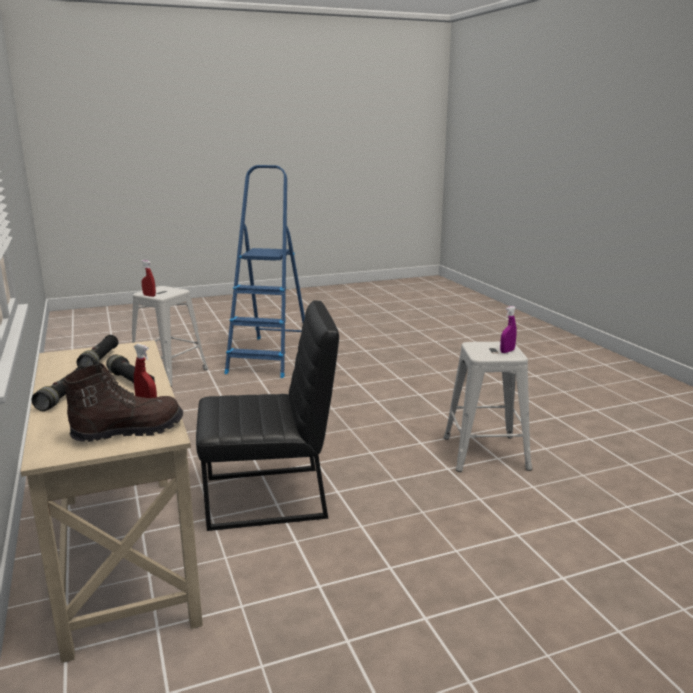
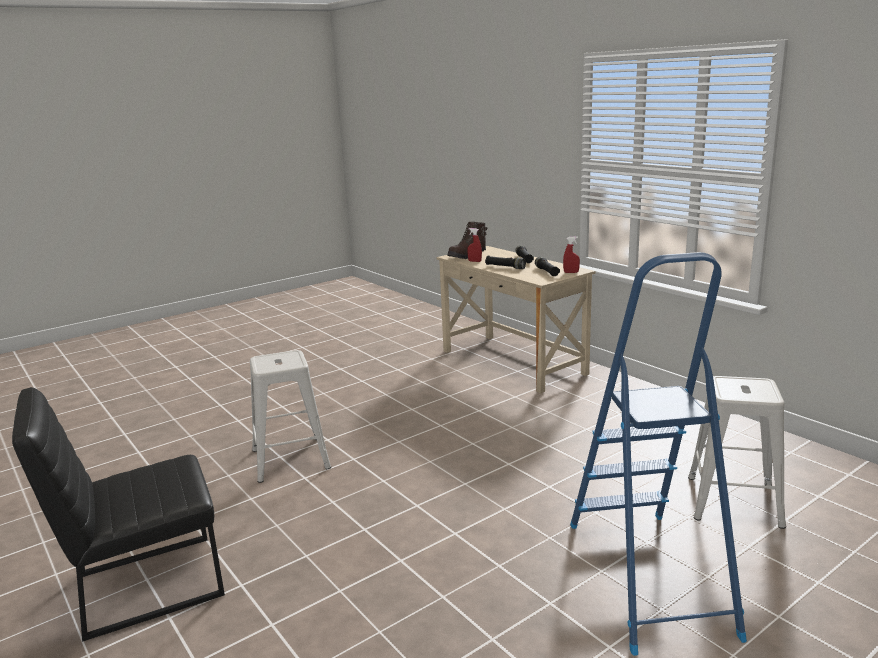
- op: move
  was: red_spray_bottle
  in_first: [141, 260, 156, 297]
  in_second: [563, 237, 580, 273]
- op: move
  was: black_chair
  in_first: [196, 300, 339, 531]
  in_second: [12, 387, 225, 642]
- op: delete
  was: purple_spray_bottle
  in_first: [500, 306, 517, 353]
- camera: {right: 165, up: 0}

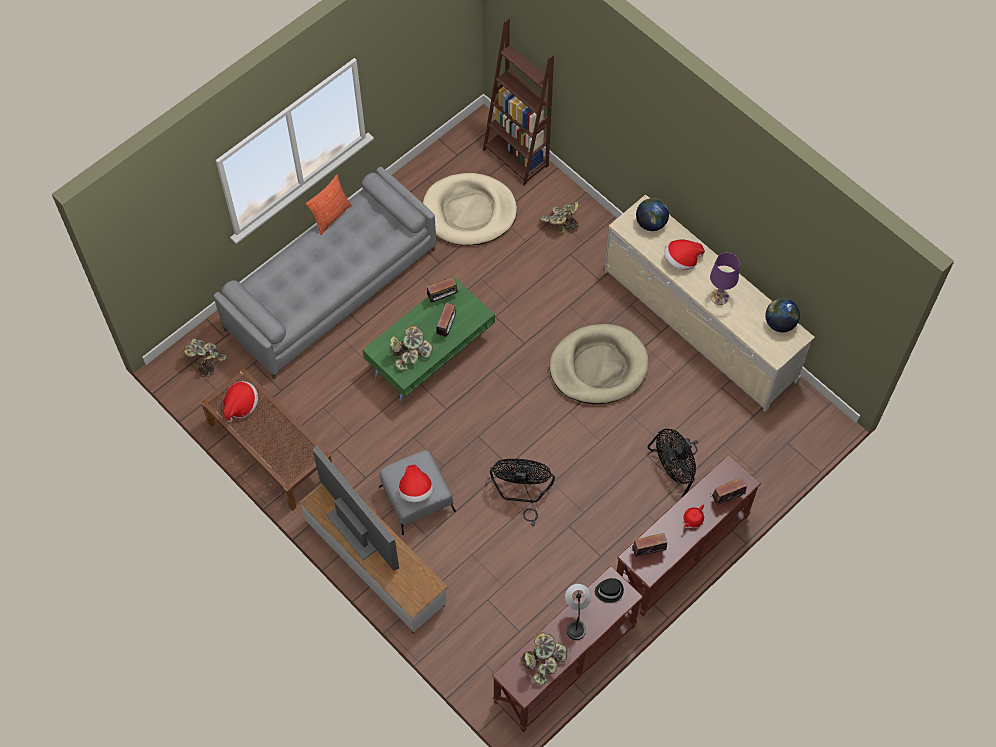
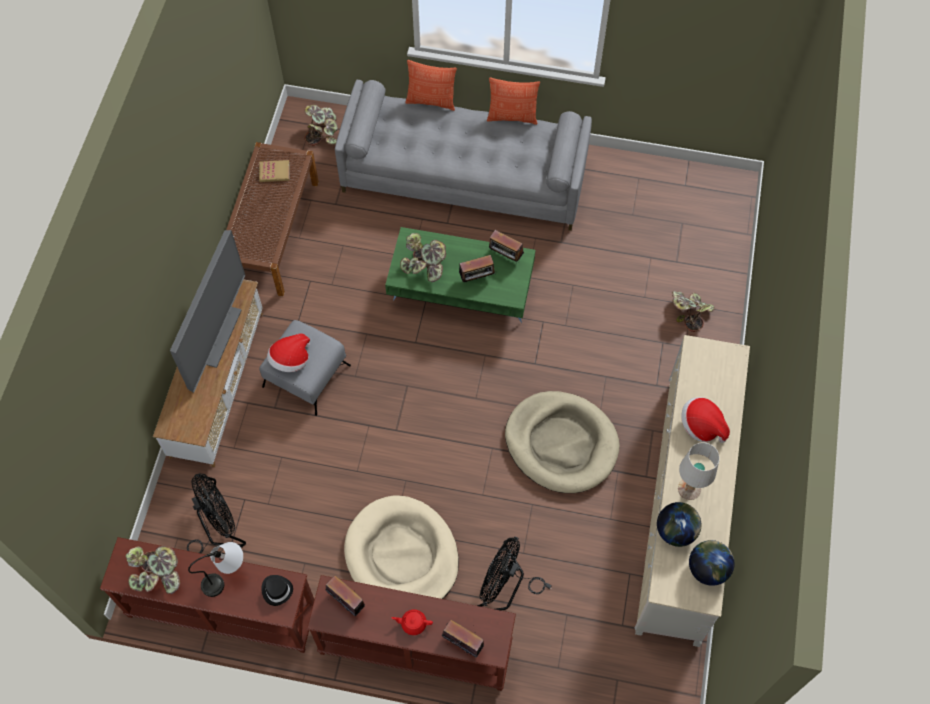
- op: replace
  was: hat
  now: book
  in_first: [224, 381, 258, 422]
  in_second: [259, 160, 289, 182]
- op: move
  was: beige_dog_bed
  in_first: [423, 173, 517, 245]
  in_second: [344, 495, 459, 599]
- op: delete
  was: brown_bookcase
  in_first: [483, 18, 554, 186]
- op: move
  was: black_fan
  in_first: [490, 459, 555, 526]
  in_second: [187, 473, 246, 553]
- op: move
  was: globe
  in_first: [636, 198, 669, 231]
  in_second: [657, 502, 701, 547]
- op: recolor
  was: purple_table_lamp
  now: white_table_lamp
  in_first: [710, 253, 740, 305]
  in_second: [678, 442, 720, 500]
- op: insert
  now: orange_pillow
  in_second: [405, 60, 457, 111]
- camera: {right: 55, up: 0}

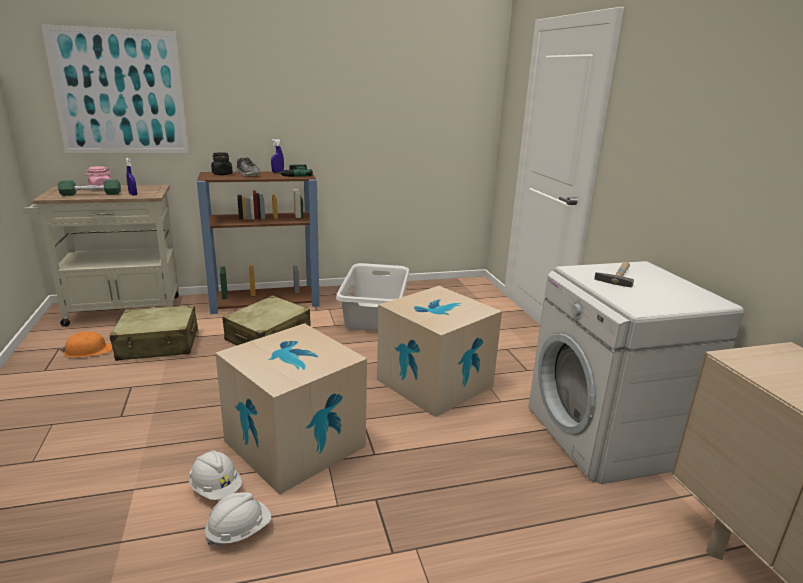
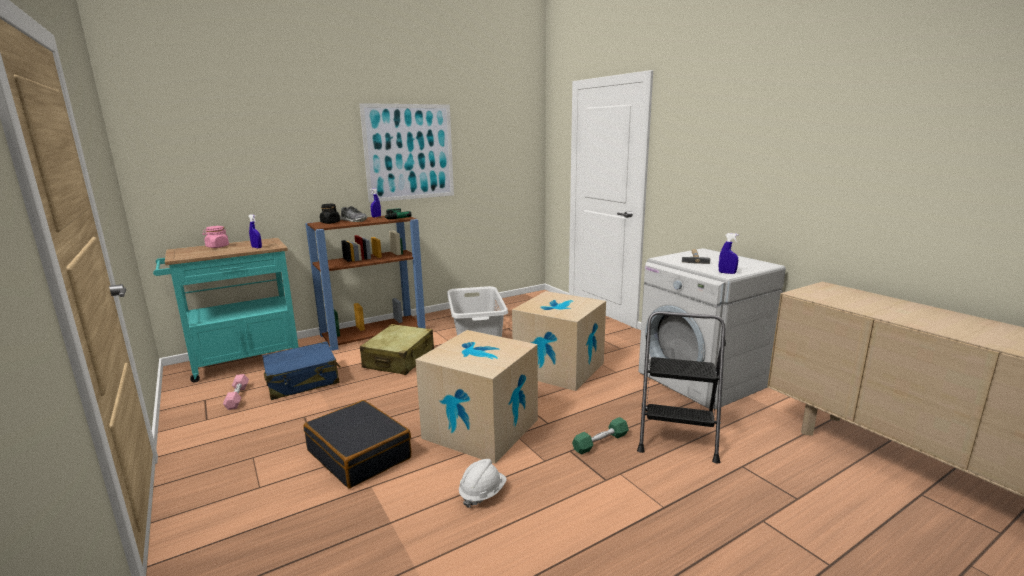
- op: recolor
  was: beige_cart
  now: turquoise_cart
  in_first: [23, 185, 179, 327]
  in_second: [153, 238, 299, 383]
- op: move
  was: picture
  in_first: [41, 24, 189, 153]
  in_second: [359, 103, 454, 202]
- op: move
  was: green_dumbbell
  in_first: [58, 179, 121, 196]
  in_second: [572, 417, 629, 454]
- op: replace
  was: orange_hard_hat
  now: pink_dumbbell
  in_first: [60, 331, 113, 358]
  in_second: [223, 374, 249, 410]
- op: recolor
  was: beige_suitcase
  now: blue_suitcase
  in_first: [110, 305, 199, 361]
  in_second: [262, 341, 341, 400]
- op: delete
  was: white_hard_hat
  in_first: [189, 450, 242, 500]
- op: insert
  now: black_suitcase
  in_second: [304, 400, 411, 488]
- op: insert
  now: black_step_ladder
  in_second: [637, 311, 726, 463]
- op: insert
  now: blue_spray_bottle
  in_second: [719, 233, 739, 274]
- camera: {right: -15, up: -5}

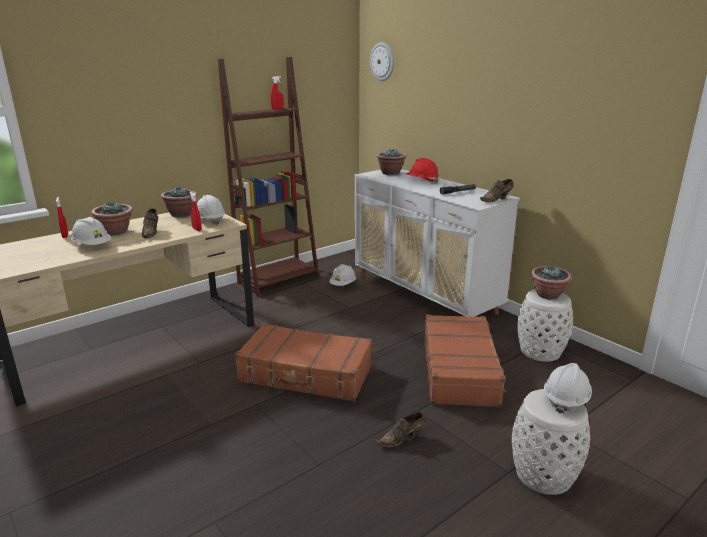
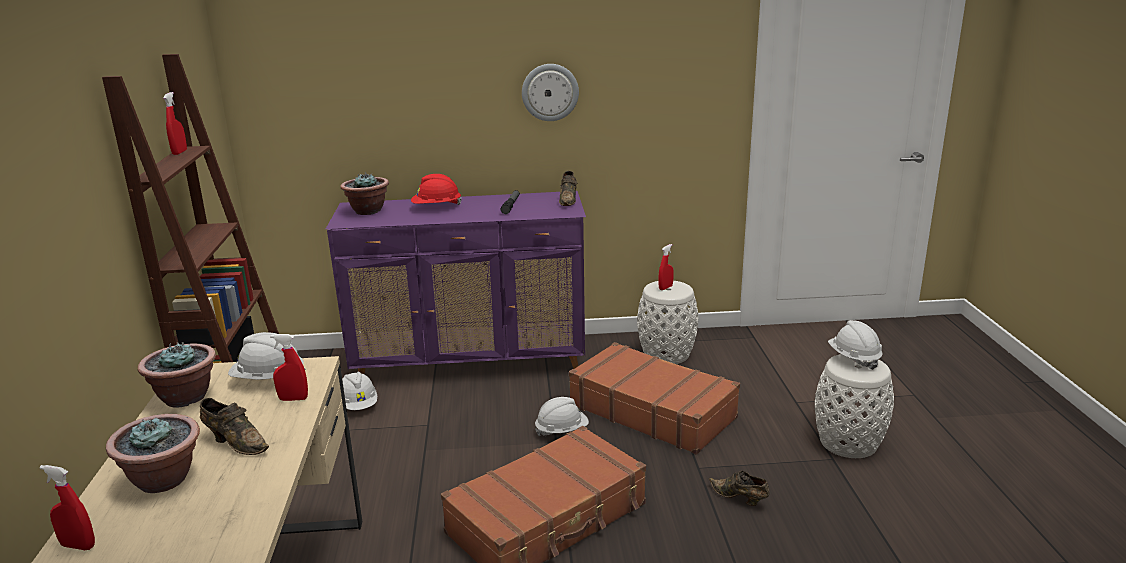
- op: move
  was: white_hard_hat
  in_first: [71, 217, 111, 245]
  in_second: [535, 397, 589, 436]
- op: recolor
  was: white_cabinet
  now: purple_cabinet
  in_first: [355, 169, 520, 317]
  in_second: [326, 191, 586, 374]
- op: move
  was: wall_clock
  in_first: [370, 42, 394, 81]
  in_second: [522, 64, 579, 121]
- op: rotate
  was: brown_shoe
  in_first: [376, 412, 425, 447]
  in_second: [709, 471, 770, 506]
  clockwise: 120
- op: replace
  was: potted_plant
  now: red_spray_bottle
  in_first: [531, 266, 572, 300]
  in_second: [659, 244, 674, 290]
- camera: {right: -55, up: 0}

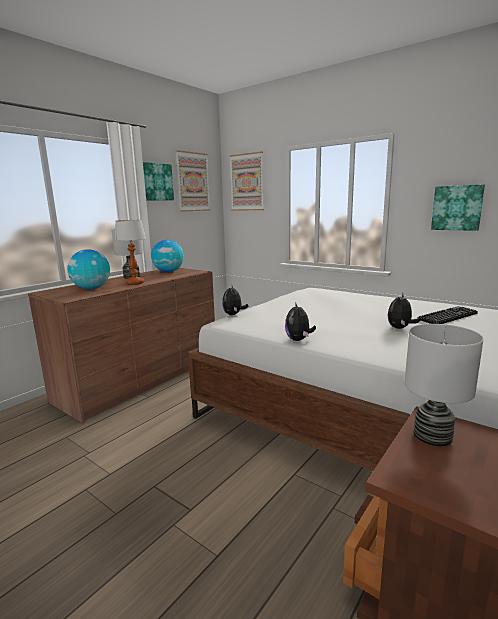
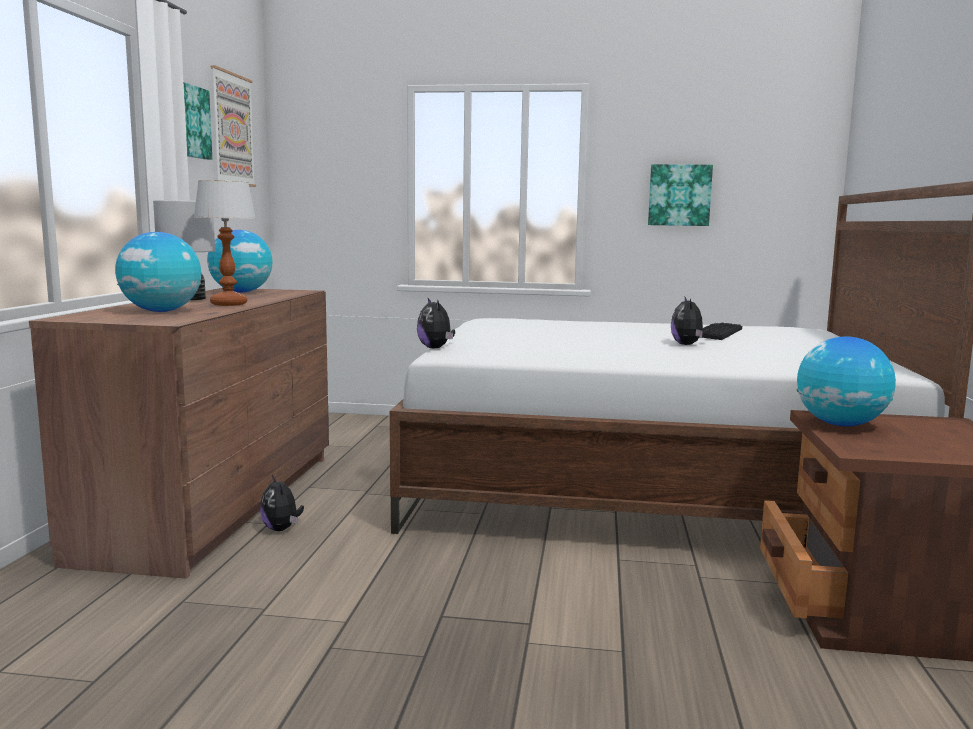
- op: delete
  was: picture
  in_first: [229, 151, 264, 211]
- op: move
  was: plush_toy
  in_first: [285, 302, 316, 341]
  in_second: [260, 475, 304, 531]
- op: replace
  was: grey_table_lamp
  now: globe
  in_first: [405, 324, 484, 446]
  in_second: [797, 336, 896, 426]
- camera: {right: -30, up: -5}

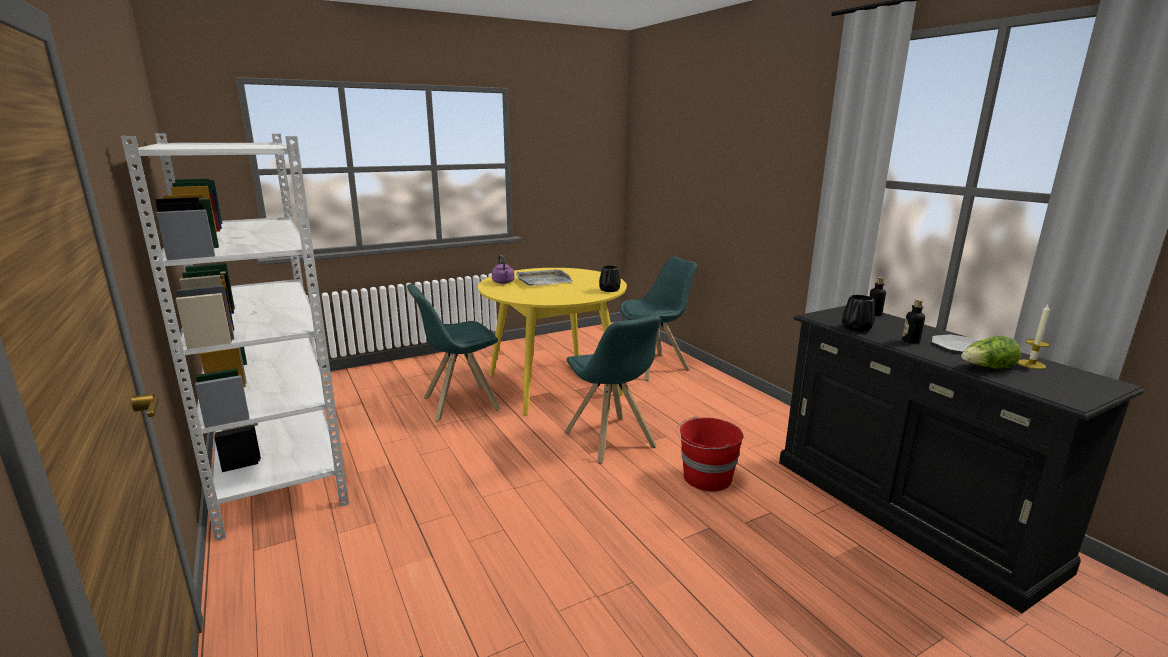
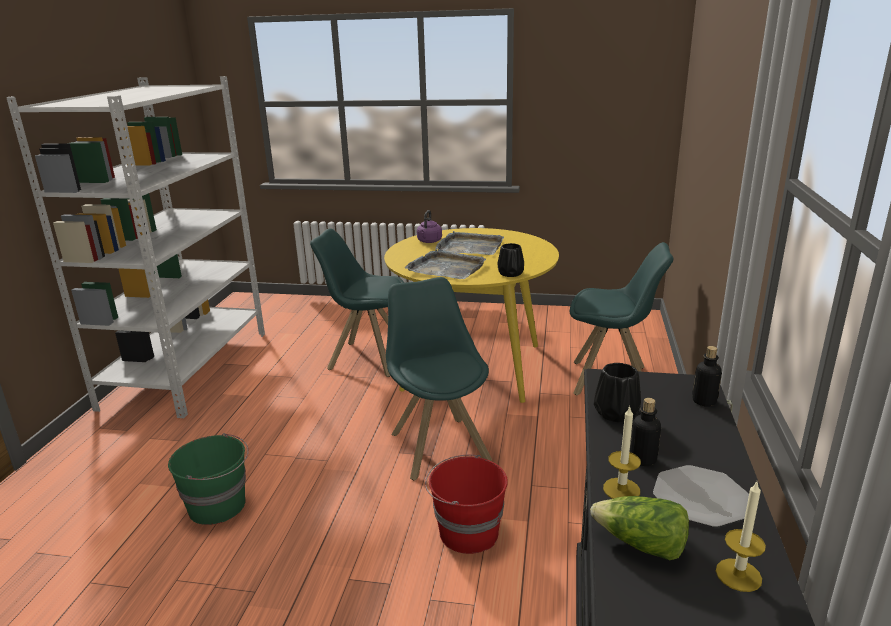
- op: rotate
  was: turquoise_chair
  in_first: [564, 315, 661, 464]
  in_second: [386, 277, 492, 480]
  clockwise: 150
- op: insert
  now: green_bucket
  in_second: [168, 433, 249, 525]
- op: insert
  now: grey_tray
  in_second: [405, 249, 486, 279]
- op: insert
  now: candle
  in_second: [603, 406, 641, 499]
- camera: {right: 40, up: 5}

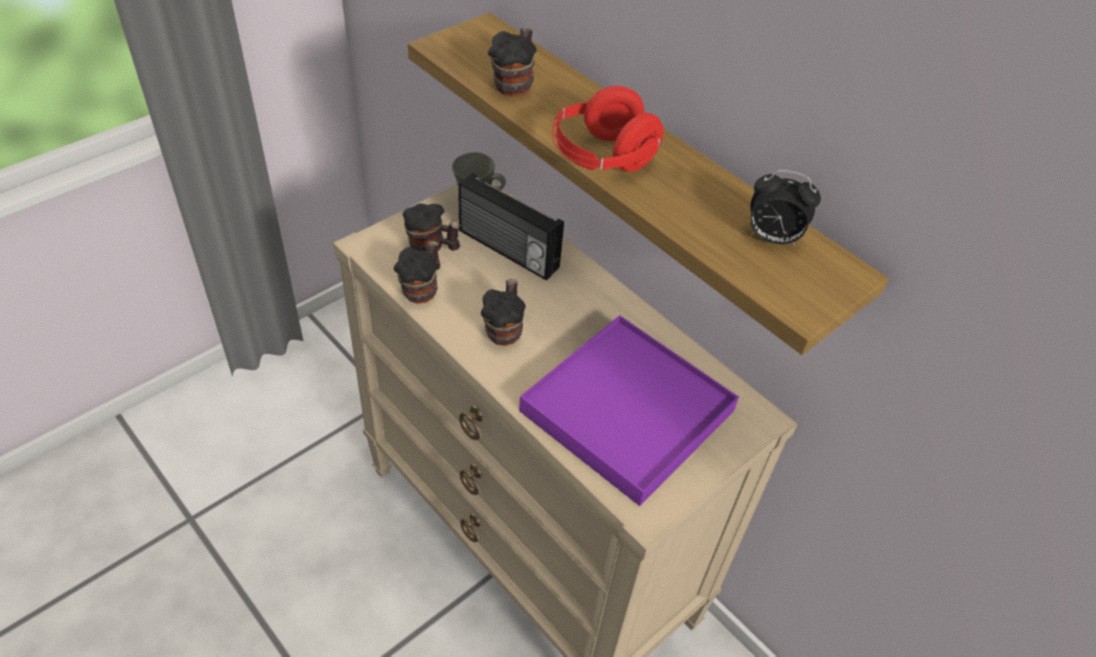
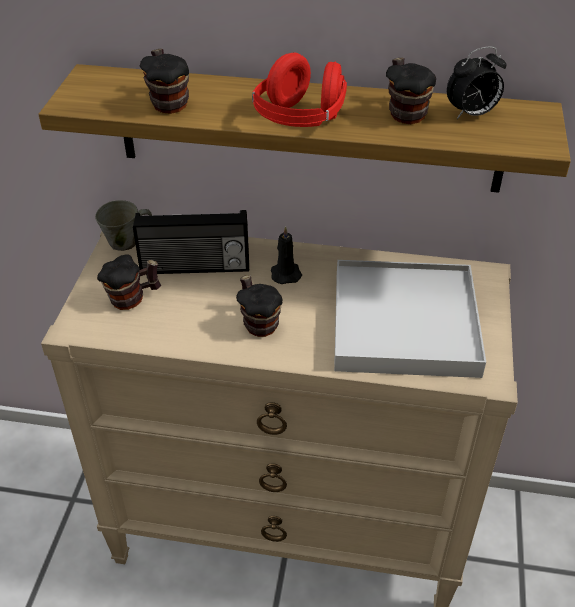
- op: move
  was: mug
  in_first: [394, 241, 440, 304]
  in_second: [386, 58, 436, 124]
- op: recolor
  was: purple_tray
  now: white_tray
  in_first: [519, 315, 739, 506]
  in_second: [334, 260, 486, 378]
- op: insert
  now: black_candle
  in_second: [271, 226, 302, 284]
- camera: {right: -35, up: -5}

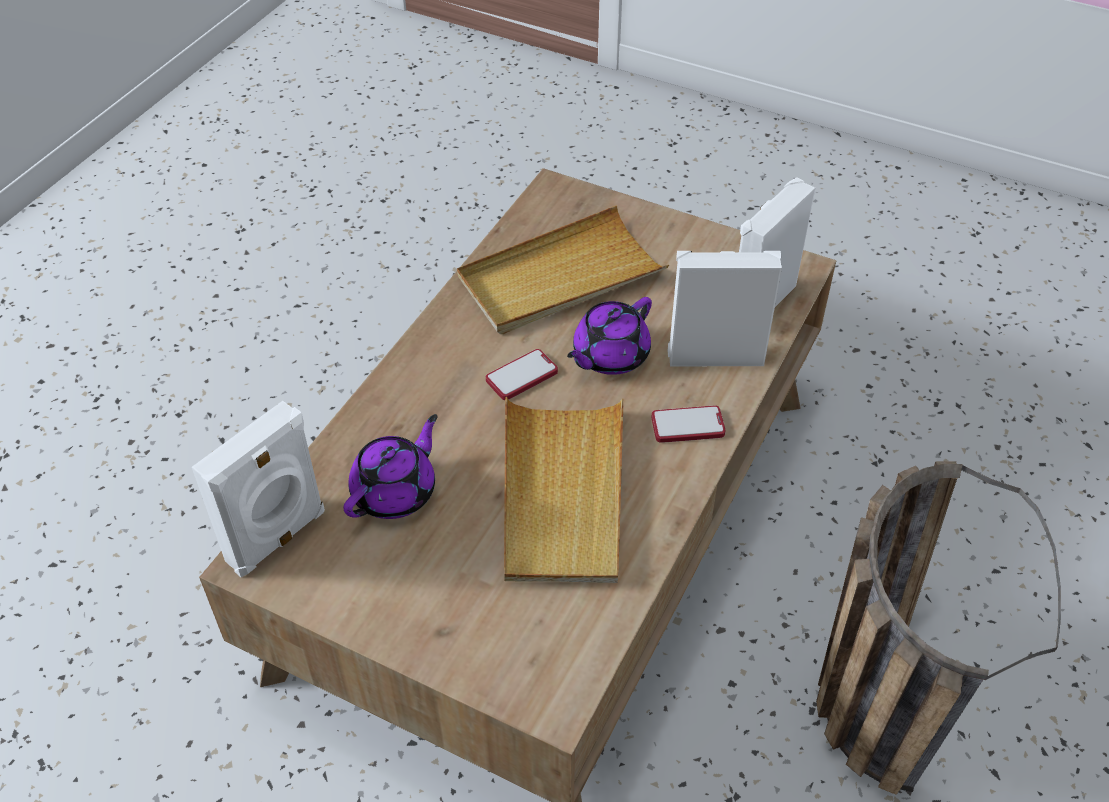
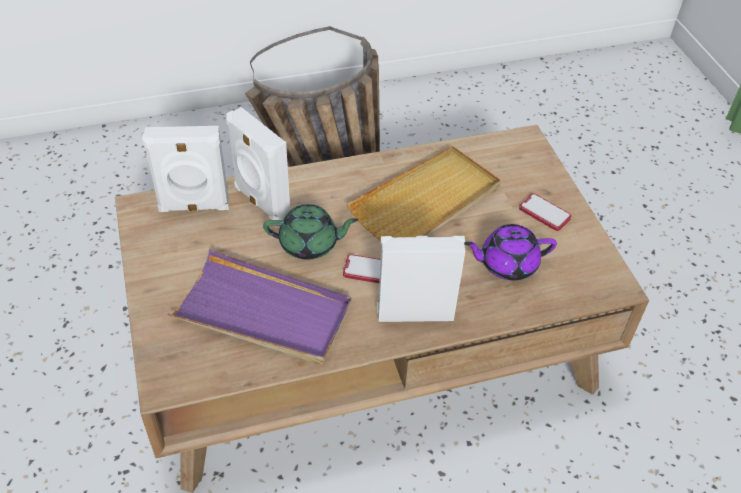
- op: move
  was: white_speaker
  in_first: [192, 401, 325, 577]
  in_second: [377, 236, 465, 322]
- op: recolor
  was: beige_tray
  now: purple_tray
  in_first: [457, 205, 669, 334]
  in_second: [168, 249, 352, 364]
- op: recolor
  was: purple_teapot
  now: green_teapot
  in_first: [567, 297, 652, 375]
  in_second: [263, 204, 358, 260]
- op: move
  was: phone
  in_first: [652, 406, 726, 443]
  in_second: [519, 194, 571, 231]
- camera: {right: -135, up: 0}

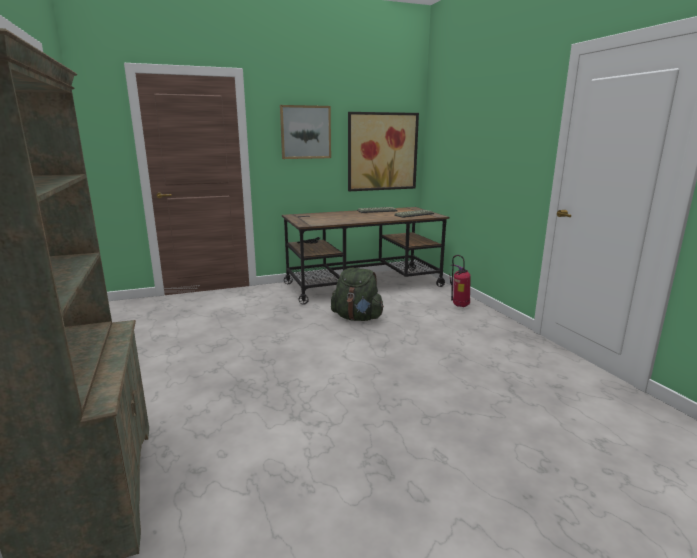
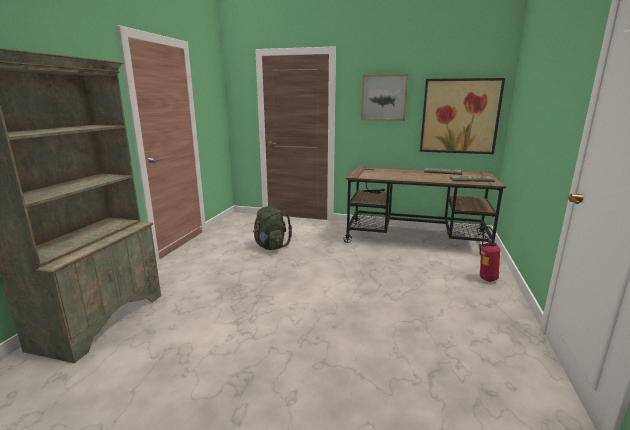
- op: move
  was: green_backpack
  in_first: [331, 268, 384, 321]
  in_second: [253, 206, 292, 250]
- camera: {right: 35, up: 0}

